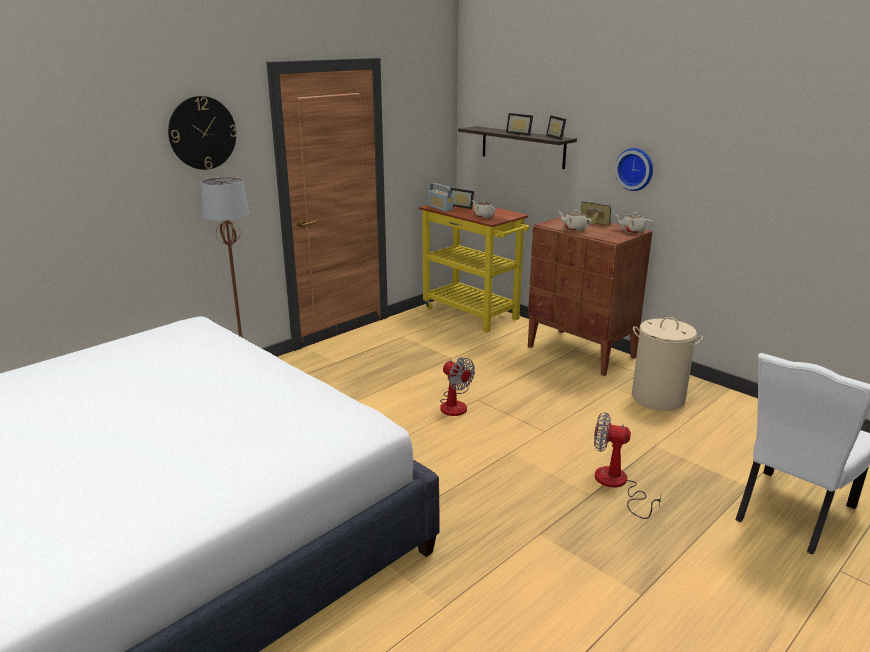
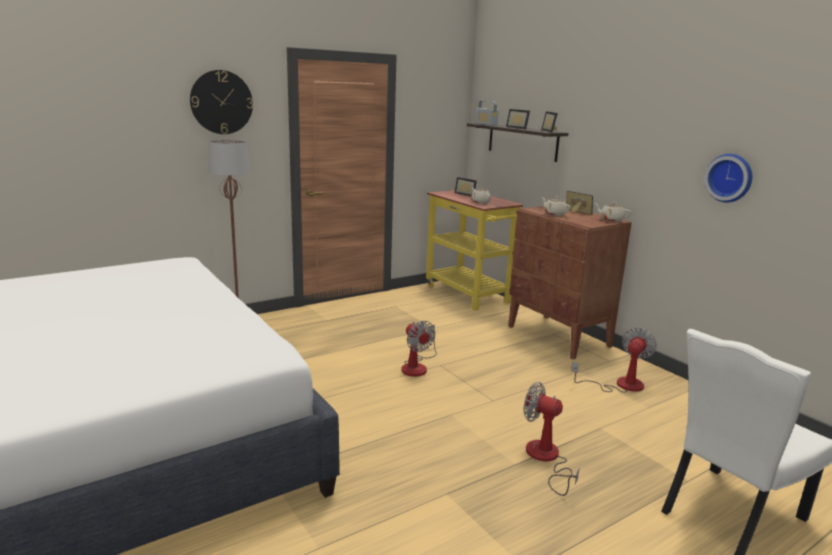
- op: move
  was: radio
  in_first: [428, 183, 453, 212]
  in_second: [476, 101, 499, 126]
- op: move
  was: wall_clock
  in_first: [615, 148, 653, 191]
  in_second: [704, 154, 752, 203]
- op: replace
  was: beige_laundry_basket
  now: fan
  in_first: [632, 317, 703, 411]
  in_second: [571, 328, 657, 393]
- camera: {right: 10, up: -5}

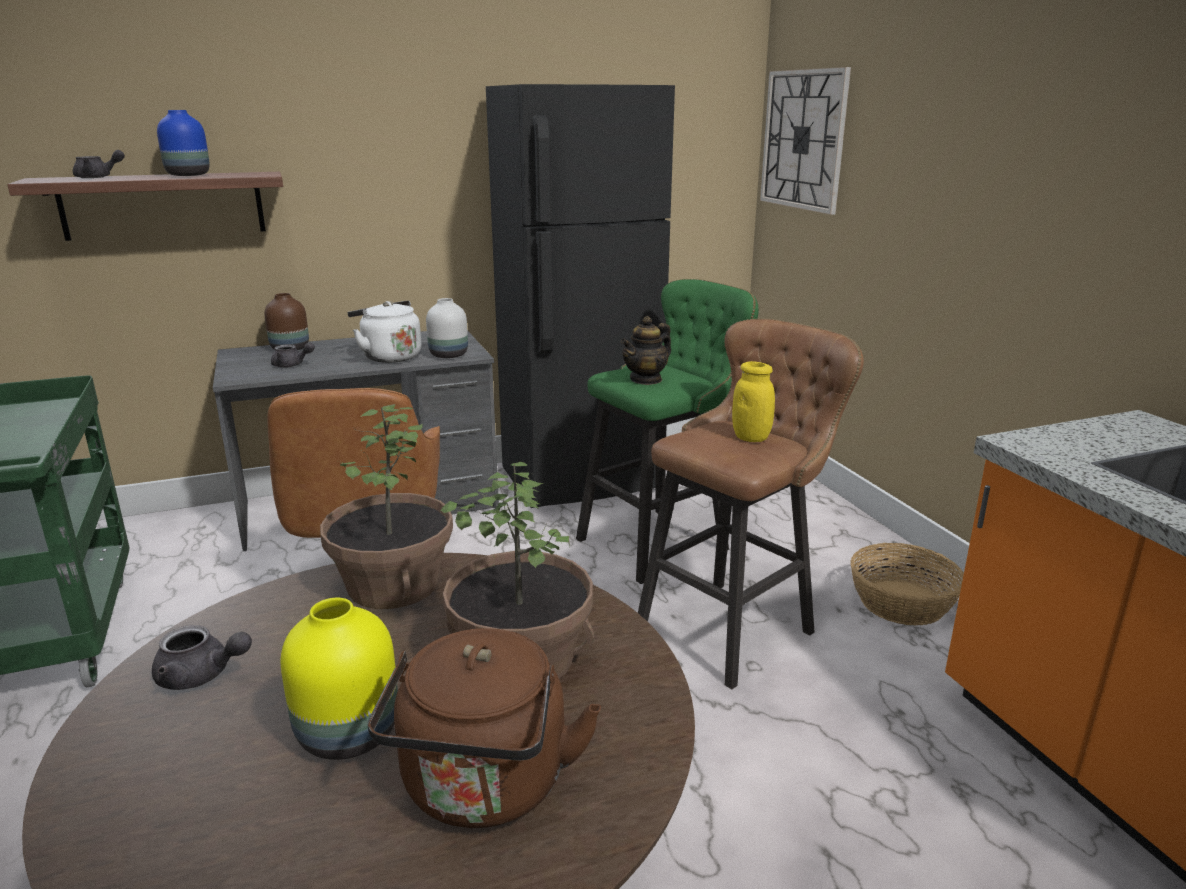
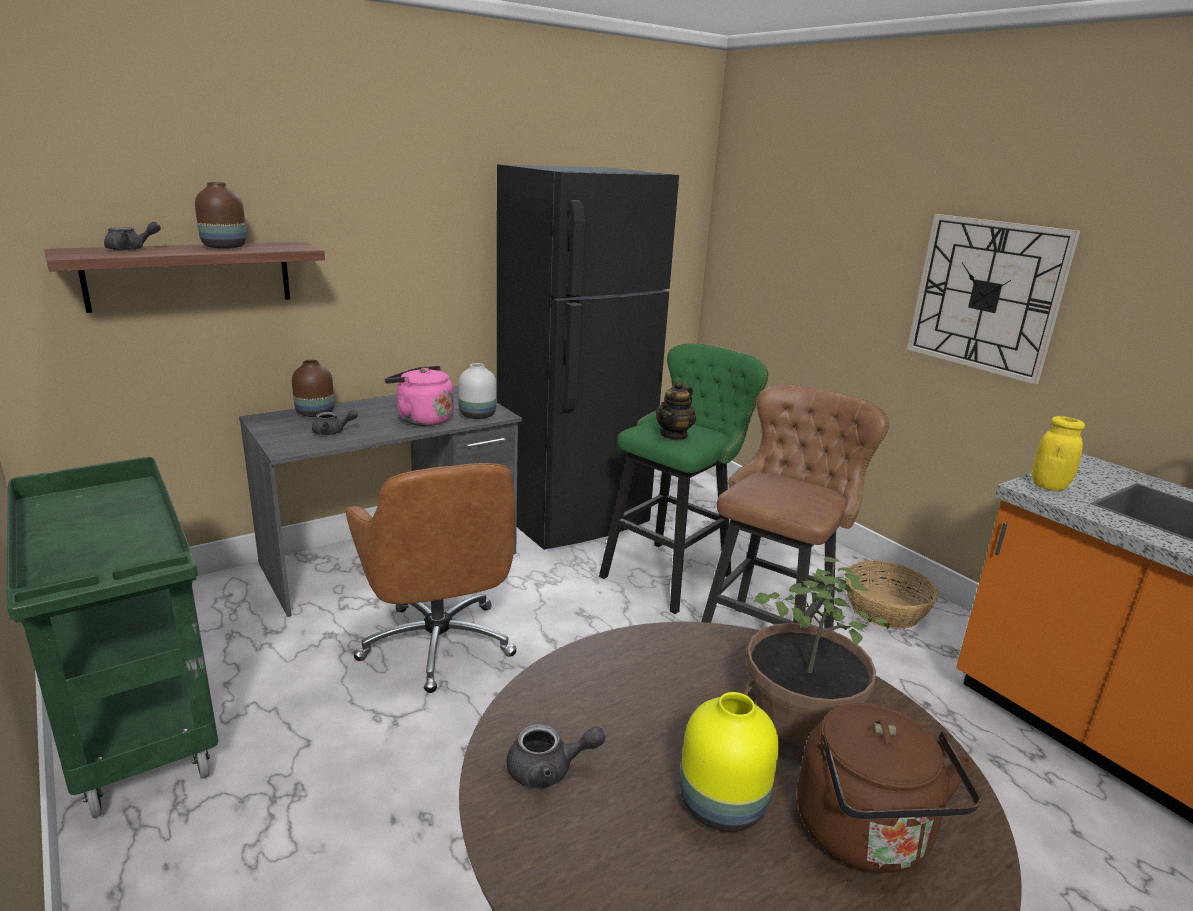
- op: recolor
  was: blue_vase
  now: brown_vase
  in_first: [157, 110, 210, 176]
  in_second: [195, 182, 247, 249]
- op: delete
  was: potted_plant
  in_first: [320, 404, 453, 609]
- op: recolor
  was: white_kettle
  now: pink_kettle
  in_first: [348, 301, 421, 363]
  in_second: [385, 366, 454, 426]
- op: move
  was: yellow_jar
  in_first: [732, 361, 775, 442]
  in_second: [1032, 416, 1085, 491]
- op: move
  was: wall_clock
  in_first: [760, 67, 851, 215]
  in_second: [907, 214, 1080, 384]
- camera: {right: -15, up: 0}

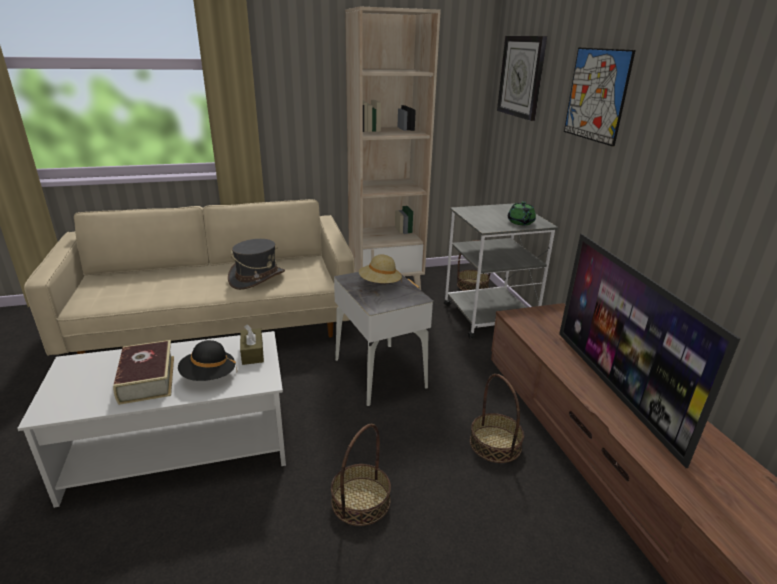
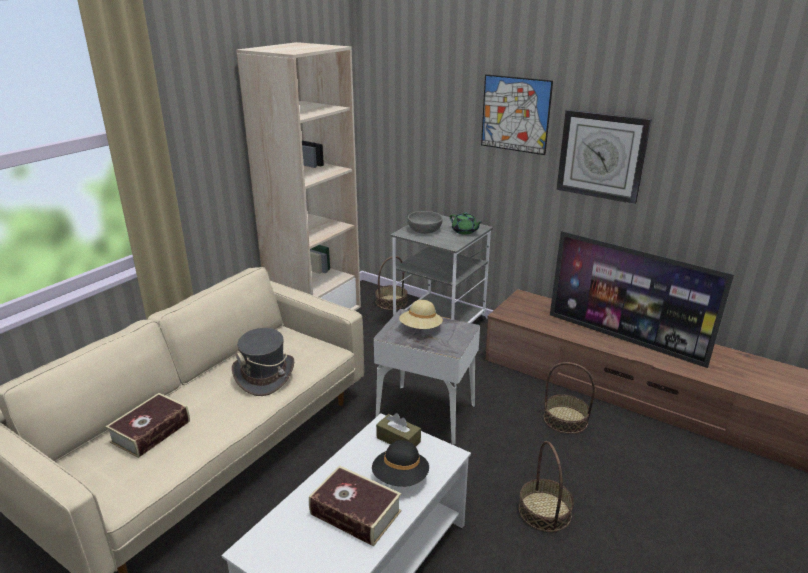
- op: move
  was: wall_clock
  in_first: [497, 36, 547, 121]
  in_second: [556, 109, 652, 204]
- op: insert
  now: book
  in_second: [106, 393, 190, 458]
- op: insert
  now: grey_bowl
  in_second: [408, 211, 443, 234]
- camera: {right: -40, up: 0}

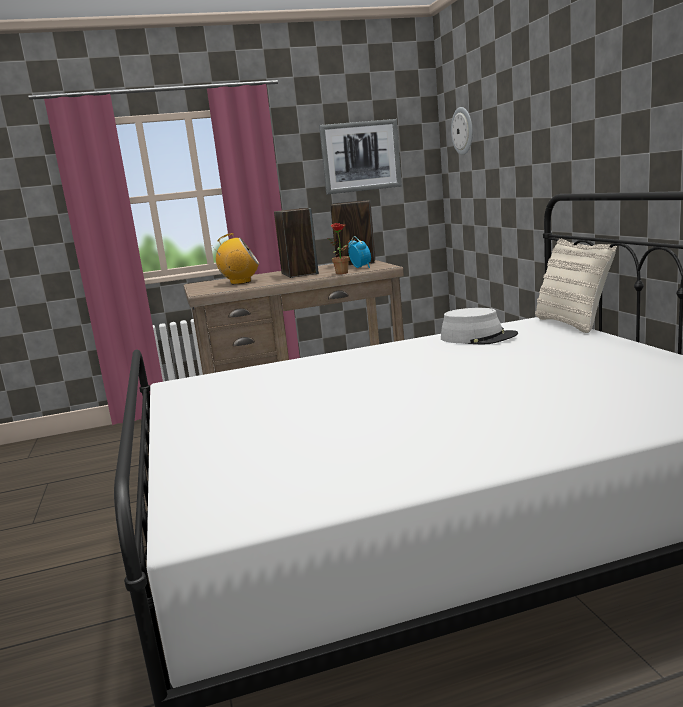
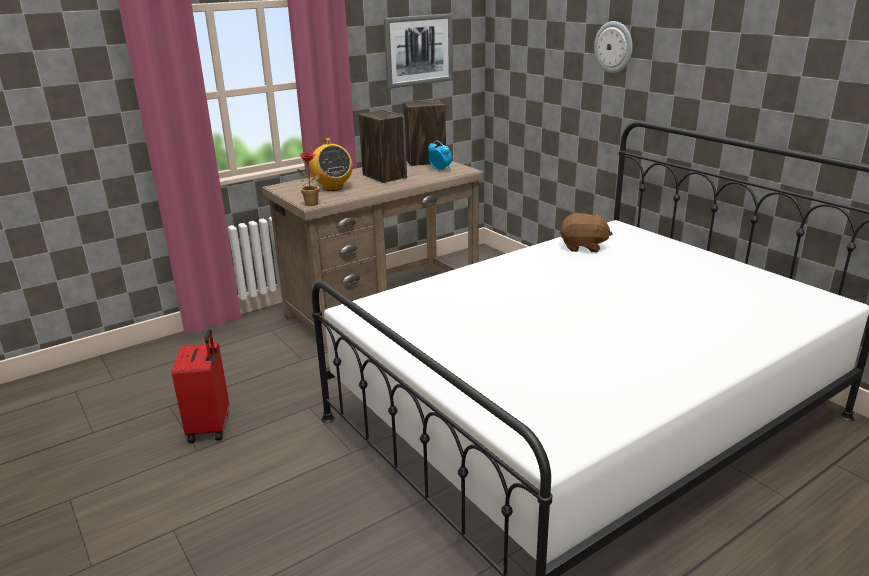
- op: rotate
  was: radio
  in_first: [212, 233, 259, 284]
  in_second: [309, 138, 353, 191]
  clockwise: 90
- op: move
  was: potted_plant
  in_first: [328, 223, 354, 274]
  in_second: [297, 152, 328, 206]
- op: replace
  was: grey_hat
  now: brown_plush_toy
  in_first: [441, 308, 518, 344]
  in_second: [559, 213, 613, 252]
- op: move
  was: wall_clock
  in_first: [451, 107, 473, 155]
  in_second: [594, 21, 633, 73]
- op: delete
  was: beige_pillow
  in_first: [535, 238, 617, 333]
- op: insert
  now: red_suitcase
  in_second: [172, 329, 229, 443]
- camera: {right: -20, up: 10}

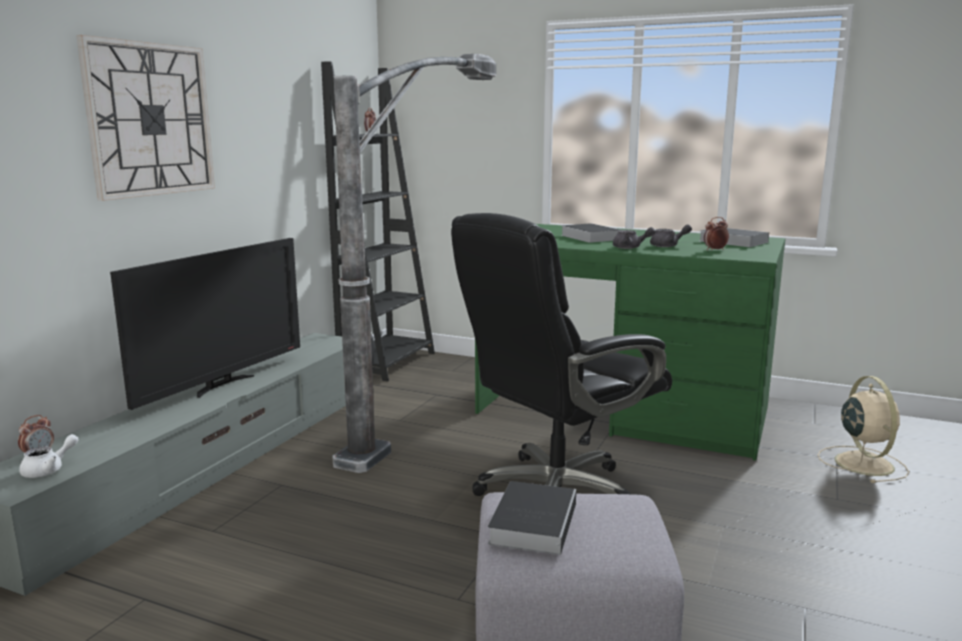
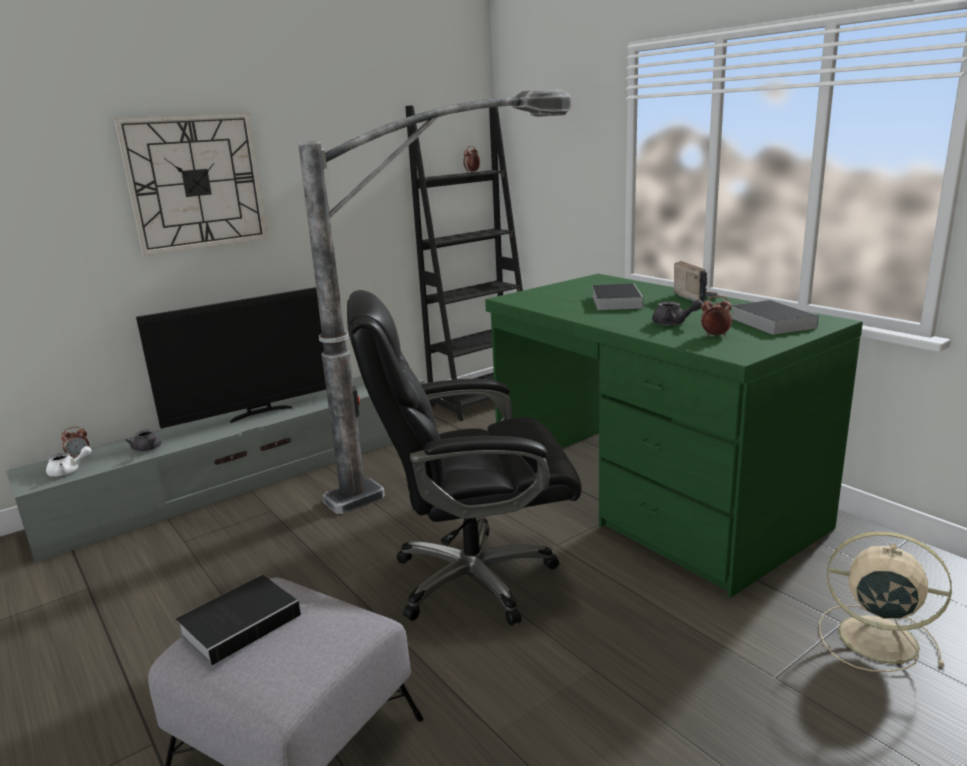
- op: move
  was: grey_teapot
  in_first: [613, 227, 656, 249]
  in_second: [125, 429, 162, 451]
- op: rotate
  was: beige_fan
  in_first: [818, 376, 909, 483]
  in_second: [819, 531, 952, 672]
  clockwise: -90
- op: insert
  now: radio
  in_second: [674, 261, 720, 303]
- camera: {right: 30, up: 5}

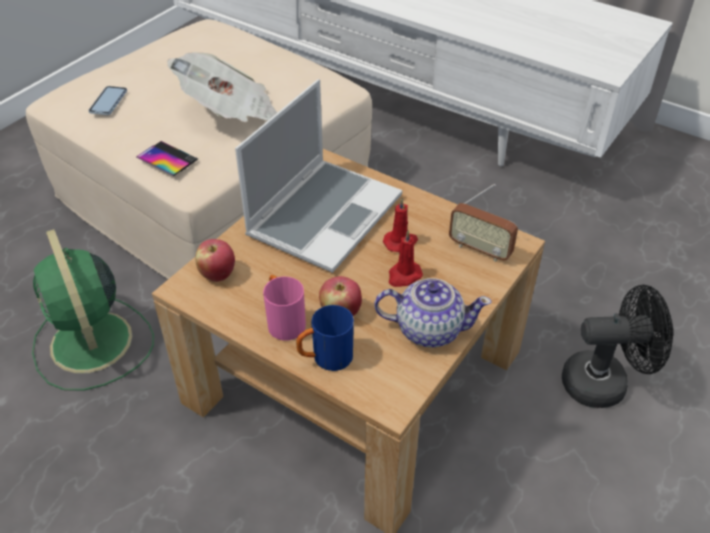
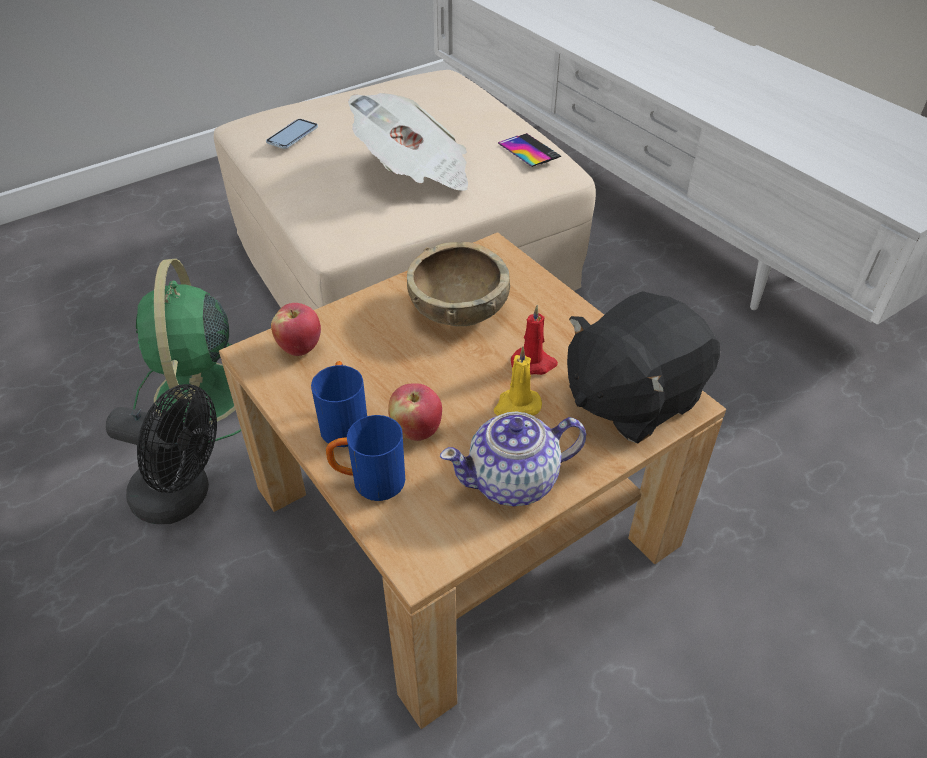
- op: move
  was: phone
  in_first: [136, 141, 198, 176]
  in_second: [498, 133, 561, 167]
- op: replace
  was: laptop
  now: brown_bowl
  in_first: [235, 79, 402, 273]
  in_second: [407, 242, 510, 326]
- op: recolor
  was: pink_mug
  now: blue_mug
  in_first: [263, 275, 306, 341]
  in_second: [311, 361, 367, 447]
- op: rotate
  was: teapot
  in_first: [374, 278, 492, 347]
  in_second: [440, 411, 586, 506]
  clockwise: 135
- op: recolor
  was: red_candle
  now: yellow_candle
  in_first: [389, 230, 423, 287]
  in_second: [494, 347, 542, 416]
- op: replace
  was: radio
  now: black_plush_toy
  in_first: [449, 184, 518, 262]
  in_second: [567, 291, 720, 444]
- op: move
  was: black_fan
  in_first: [562, 285, 673, 408]
  in_second: [106, 384, 217, 524]
- camera: {right: 20, up: 0}

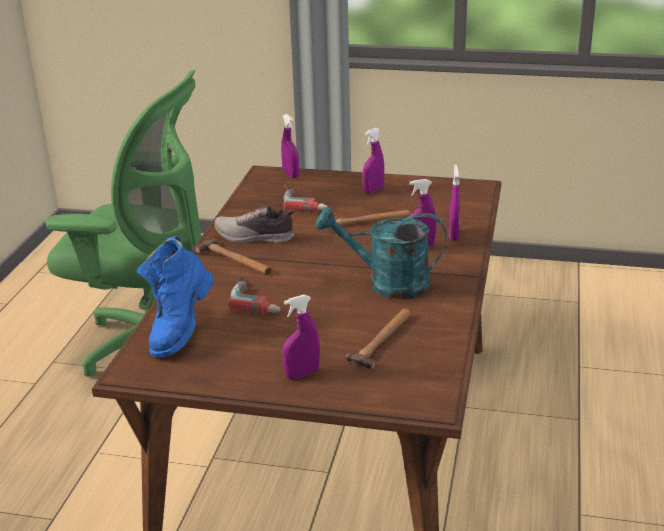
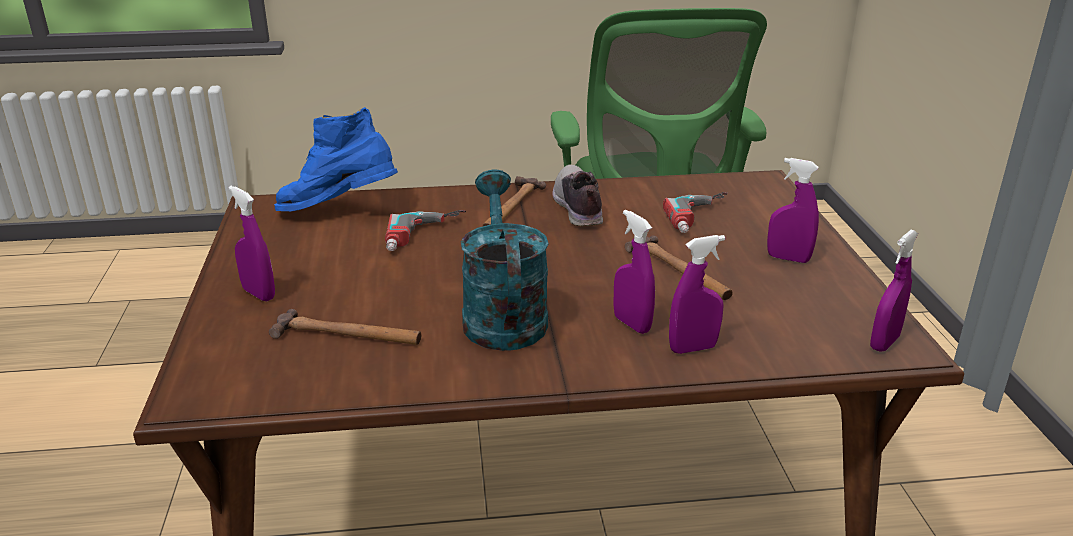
- op: move
  was: purple_spray_bottle
  in_first: [281, 114, 299, 178]
  in_second: [870, 230, 918, 352]
- camera: {right: 70, up: 0}

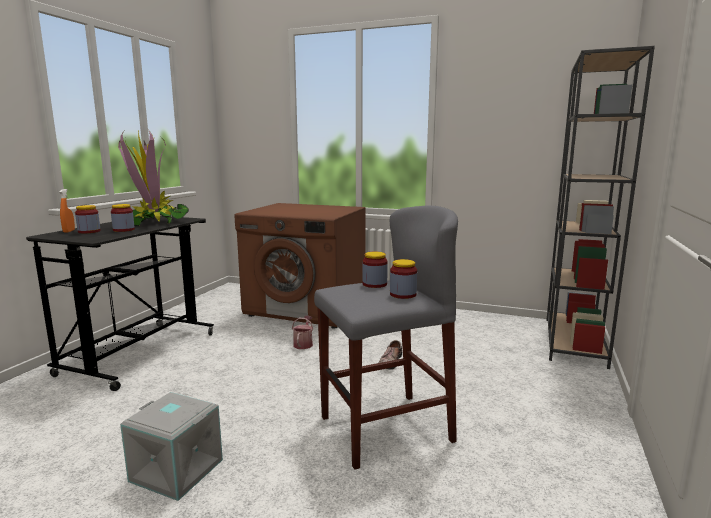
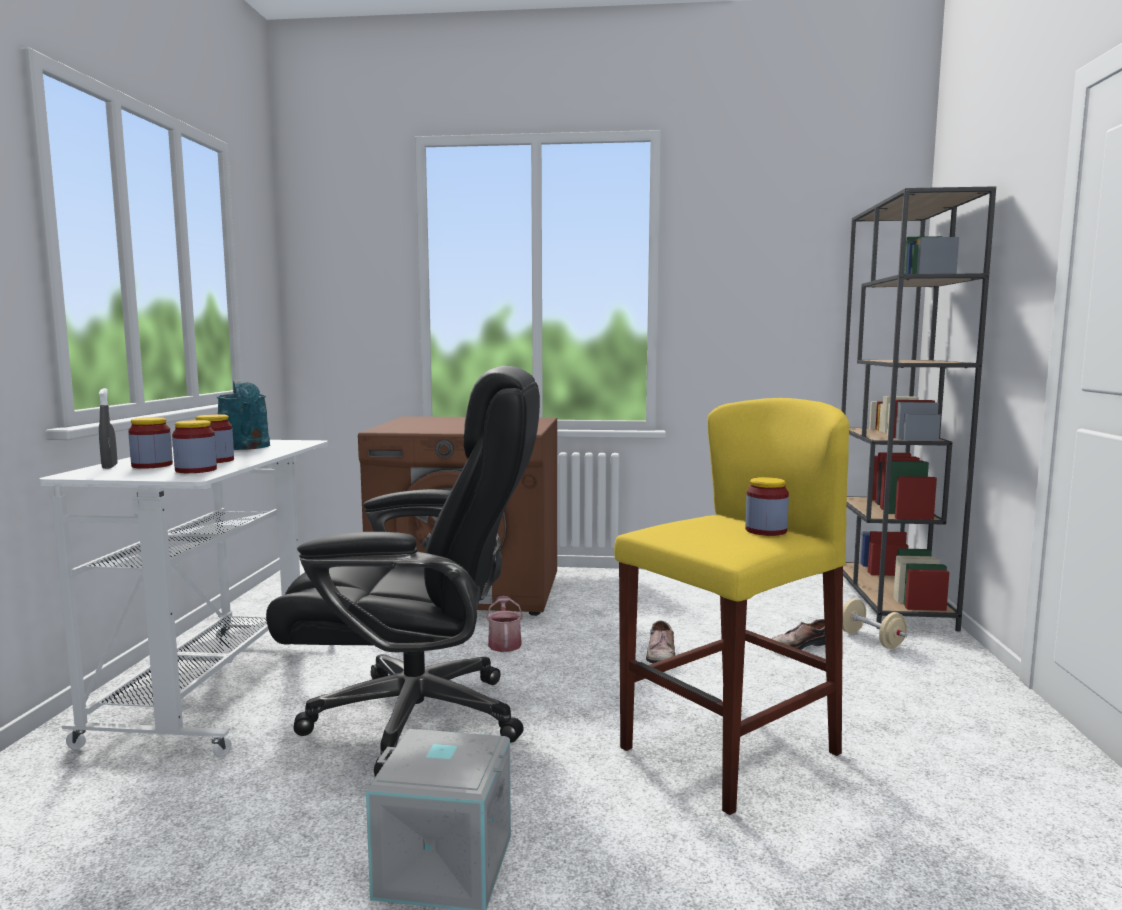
- op: recolor
  was: black_desk
  now: white_desk
  in_first: [26, 216, 214, 391]
  in_second: [39, 440, 334, 757]
- op: recolor
  was: orange_spray_bottle
  now: grey_spray_bottle
  in_first: [59, 189, 75, 233]
  in_second: [99, 388, 117, 469]
- op: replace
  was: potted_plant
  now: turquoise_watering_can
  in_first: [118, 129, 189, 226]
  in_second: [216, 380, 270, 450]
- op: recolor
  was: grey_stool
  now: yellow_stool
  in_first: [314, 206, 458, 470]
  in_second: [614, 398, 849, 815]
- op: move
  was: jar
  in_first: [362, 252, 388, 288]
  in_second: [172, 420, 217, 473]
- op: insert
  now: black_office_chair
  in_second: [266, 366, 540, 776]
- op: insert
  now: shoe
  in_second: [771, 619, 825, 650]
- op: insert
  now: beige_dumbbell
  in_second: [843, 599, 907, 649]
- camera: {right: -15, up: -5}

